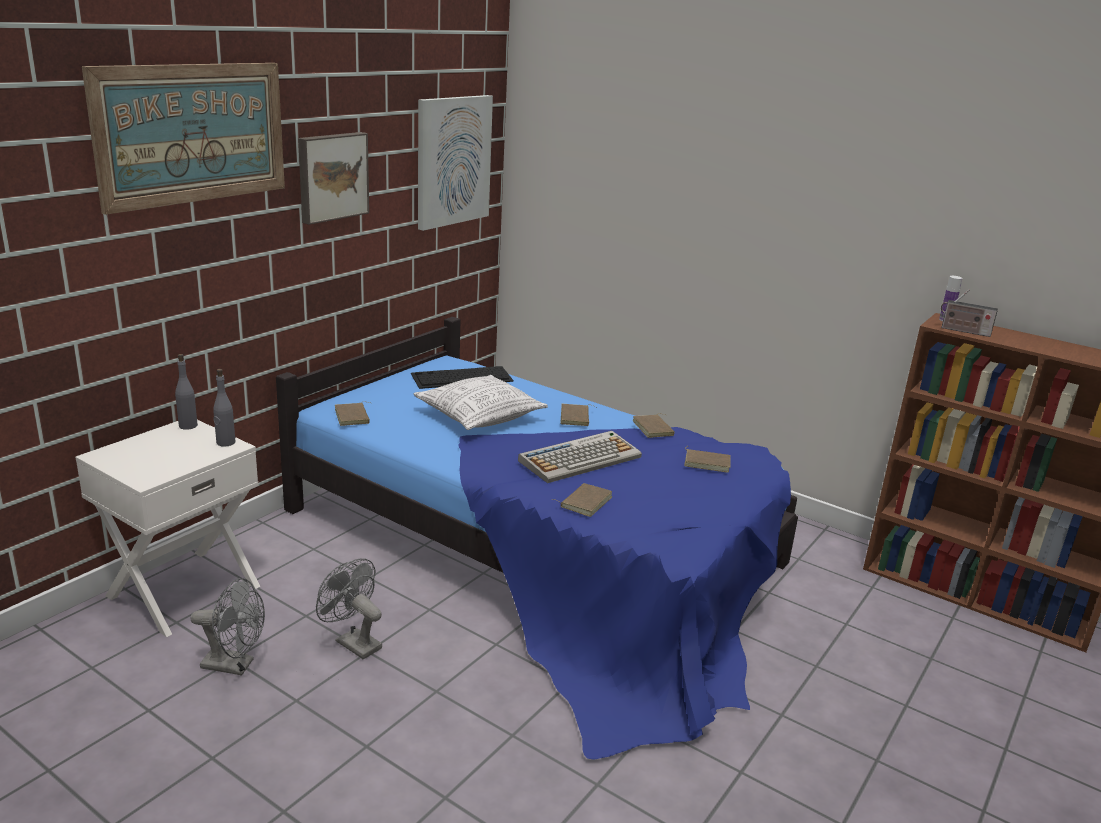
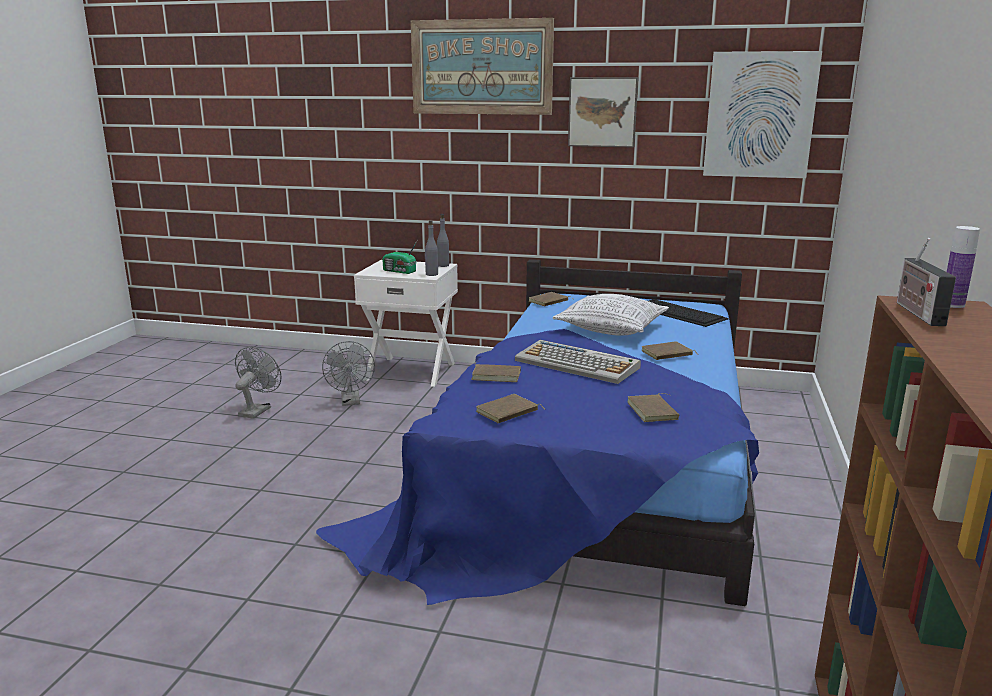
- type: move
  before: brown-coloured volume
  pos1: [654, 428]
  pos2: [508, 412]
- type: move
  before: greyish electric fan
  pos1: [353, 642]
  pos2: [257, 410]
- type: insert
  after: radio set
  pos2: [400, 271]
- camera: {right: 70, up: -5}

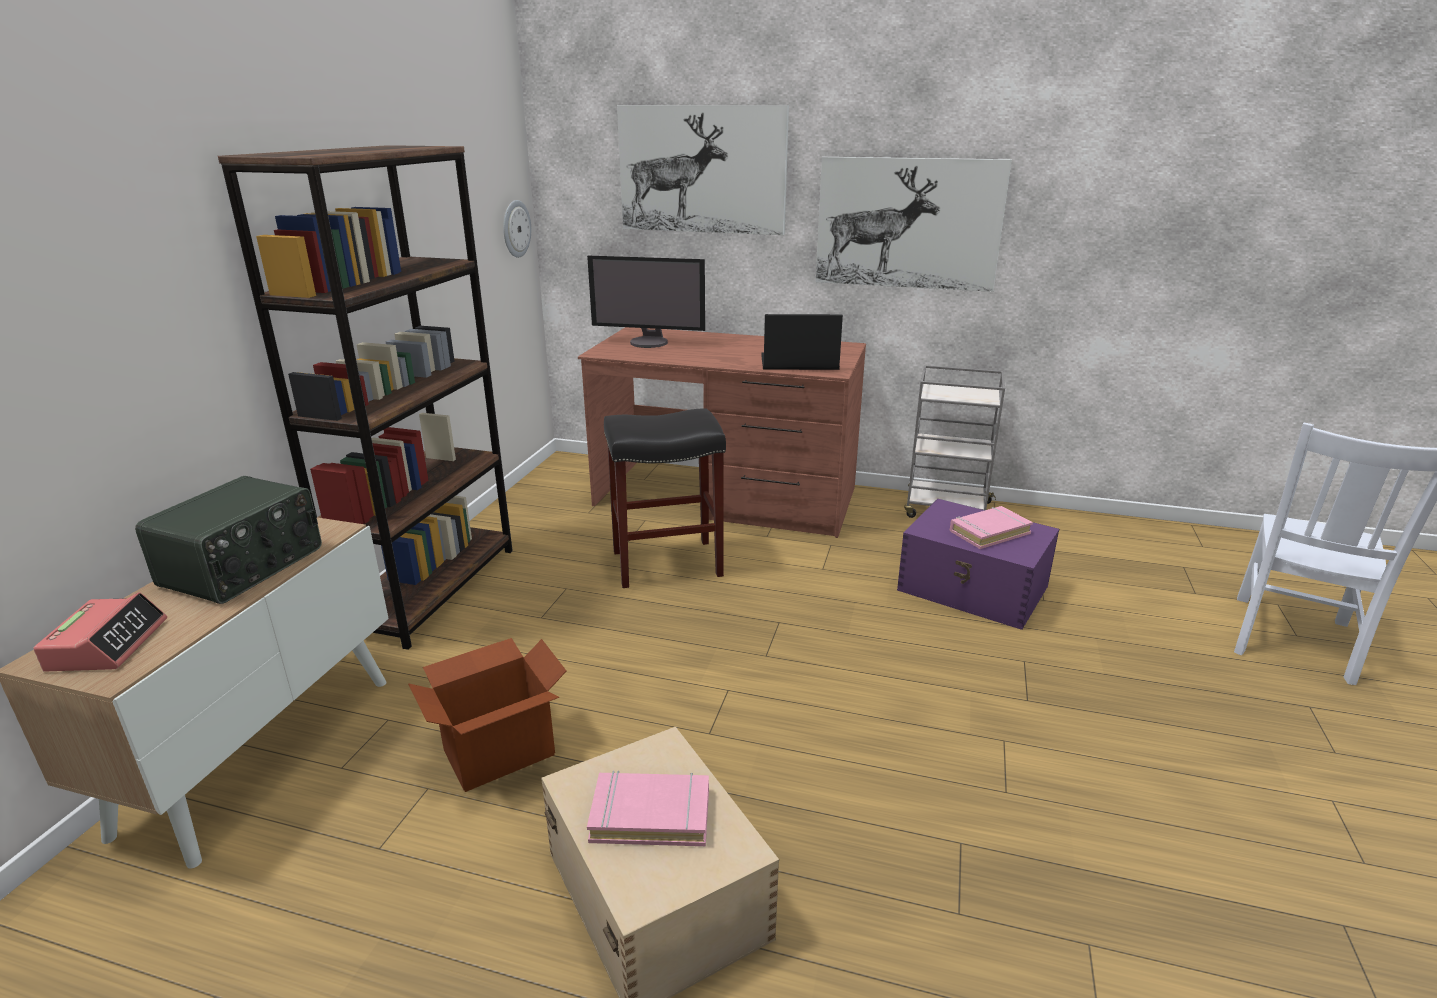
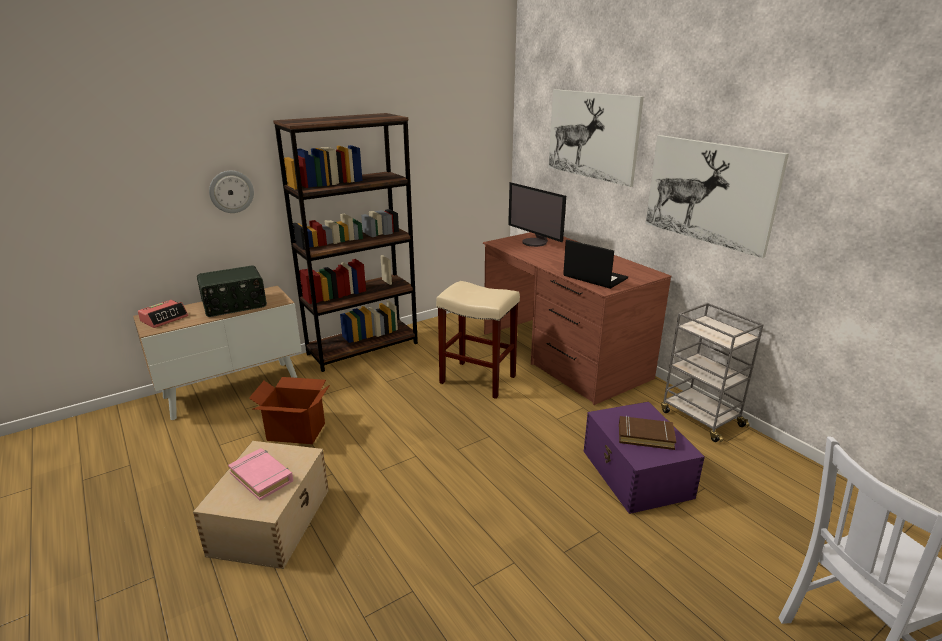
- type: move
  before: hanging clock
  pos1: [515, 229]
  pos2: [231, 191]
- type: recolor
  before: black-coloured sitting stool
  after: sand-coloured sitting stool
  pos1: [665, 564]
  pos2: [476, 379]
- type: recolor
  before: pinkish volume
  after: brown-coloured volume
  pos1: [989, 532]
  pos2: [645, 436]
- camera: {right: 40, up: 0}

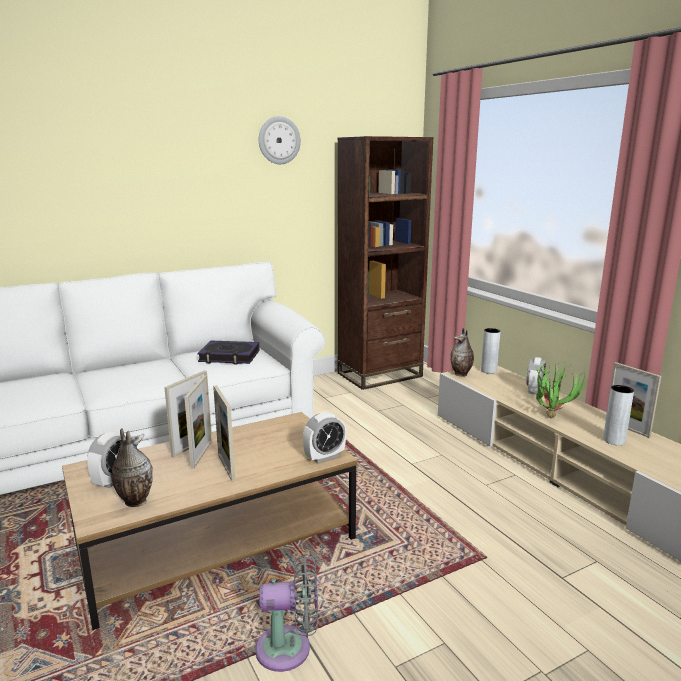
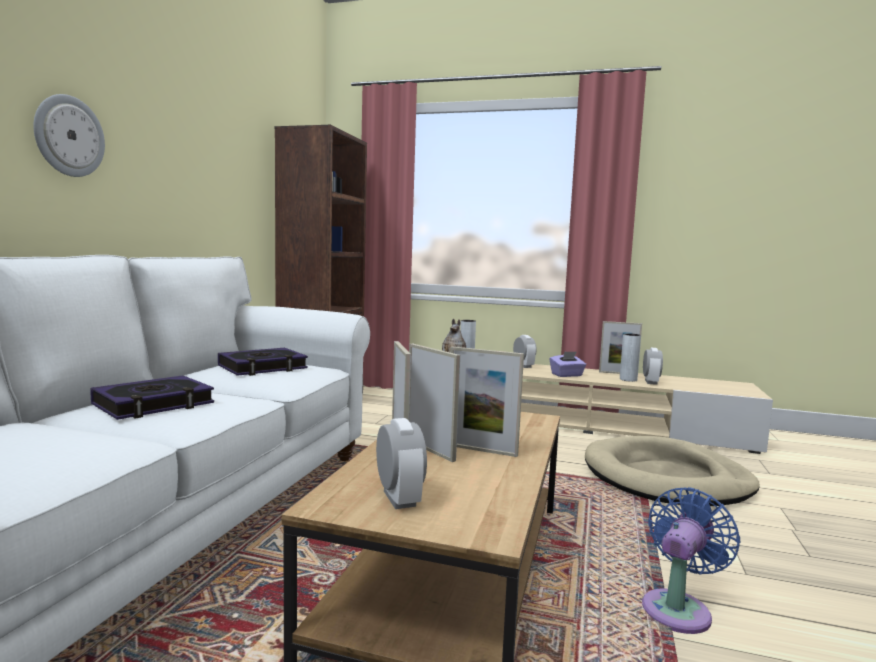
- type: move
  before: hanging clock
  pos1: [279, 140]
  pos2: [69, 136]
- type: replace
  before: houseplant
  after: purple box of tissues
  pos1: [552, 415]
  pos2: [567, 375]
- type: move
  before: bedside clock
  pos1: [324, 457]
  pos2: [650, 382]
- type: delete
  before: flower vase
  pos1: [134, 501]
- type: recolor
  before: greyish electric fan
  after: blue-coloured electric fan
  pos1: [289, 648]
  pos2: [678, 608]
- type: insert
  after: volume
  pos2: [154, 404]
- type: insert
  after: sand-coloured dog cushion
  pos2: [666, 478]
- camera: {right: -45, up: -10}

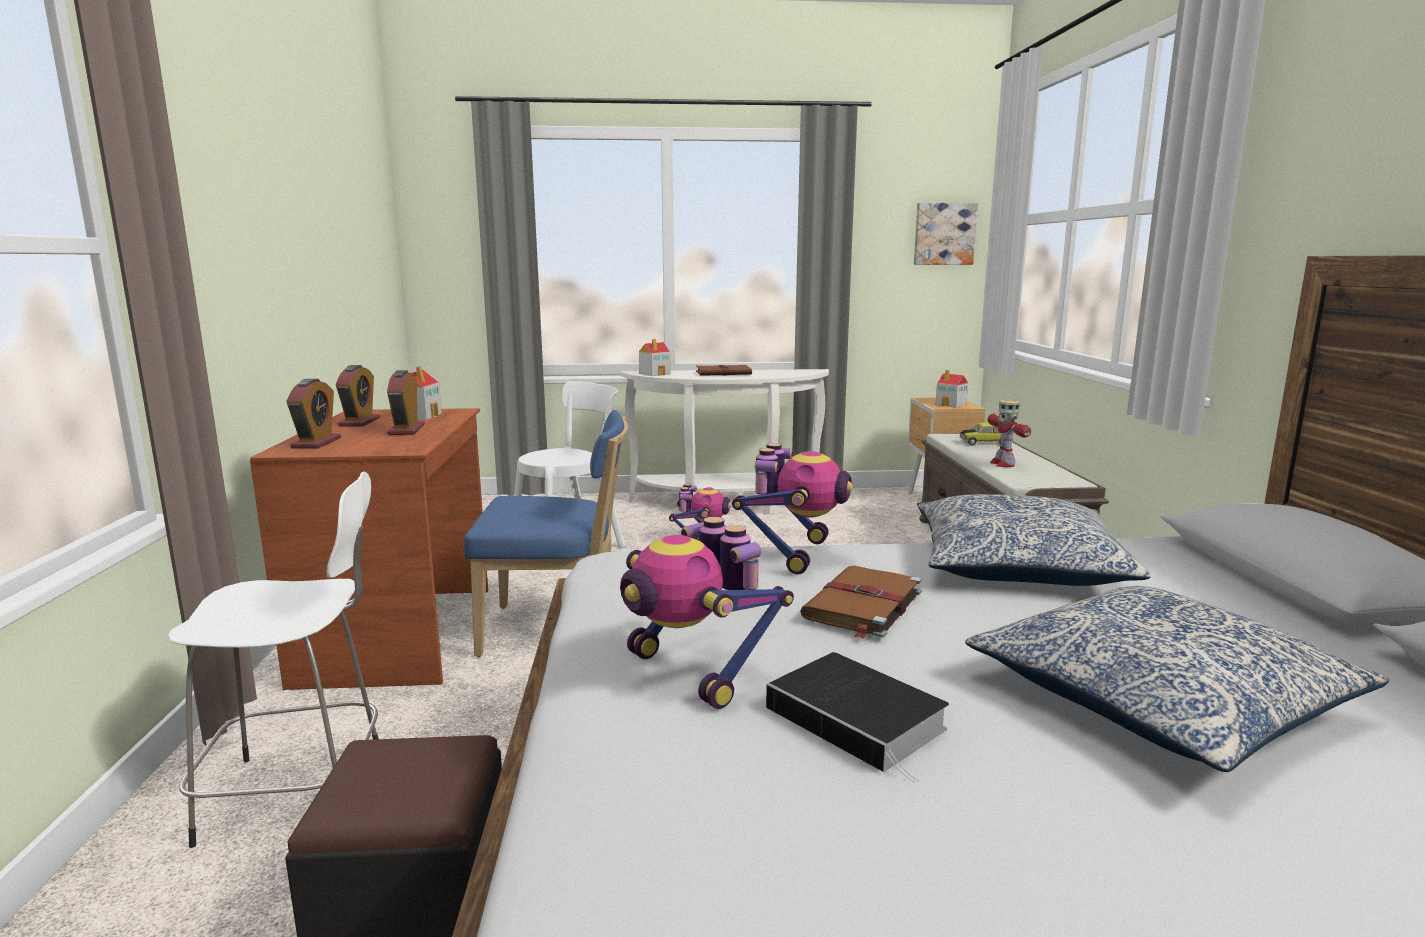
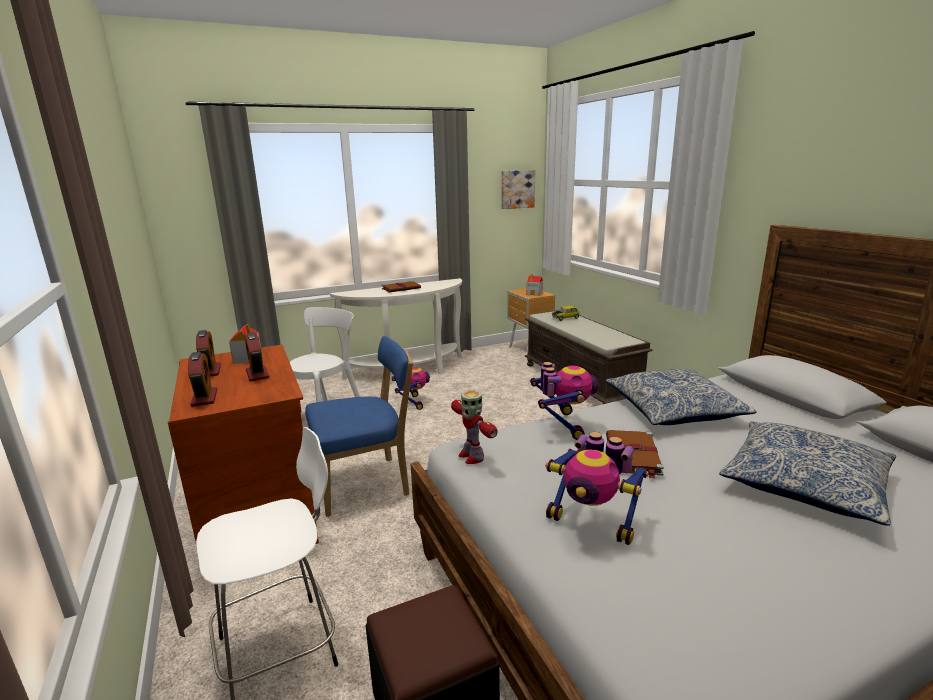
- type: delete
  before: model house
  pos1: [655, 374]
- type: move
  before: toy robot
  pos1: [1002, 464]
  pos2: [471, 456]
- type: delete
  before: volume
  pos1: [860, 720]
- camera: {right: -20, up: 5}

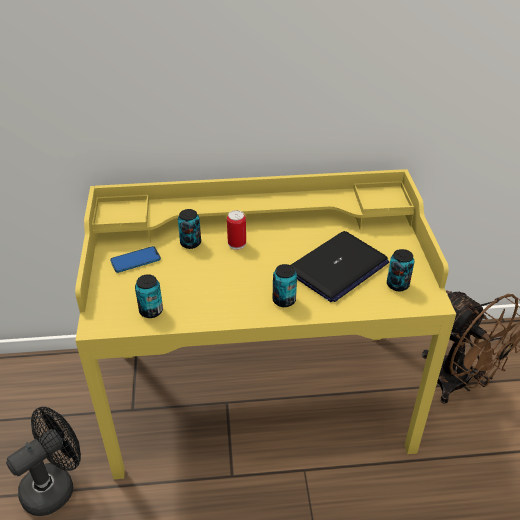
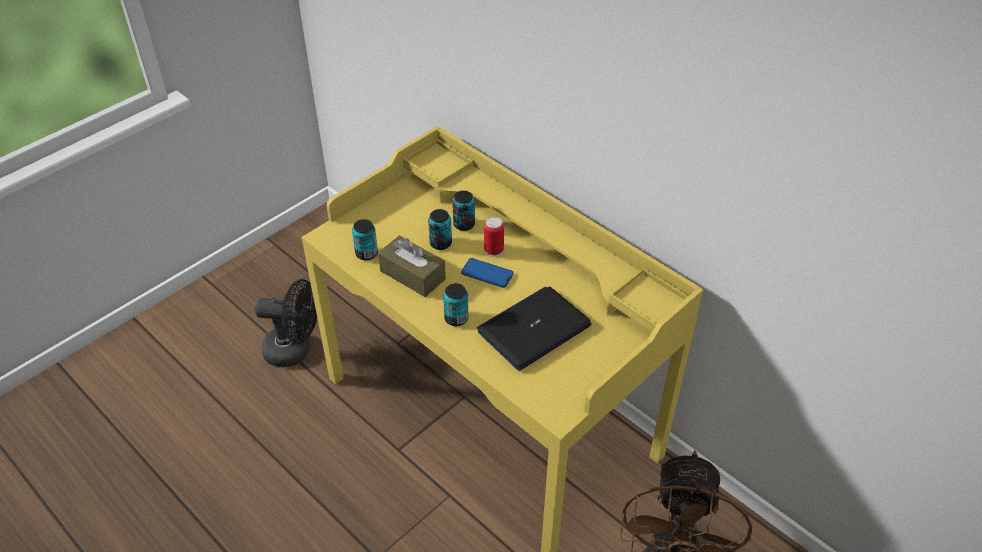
- type: rotate
  before: notebook computer
  pos1: [338, 268]
  pos2: [534, 328]
  turn: 135
- type: move
  before: handset
  pos1: [135, 260]
  pos2: [487, 274]
- type: move
  before: sealed can
  pos1: [397, 285]
  pos2: [440, 243]
- type: insert
  after: brown-coloured box of tissues
  pos2: [412, 275]
- camera: {right: 50, up: 5}

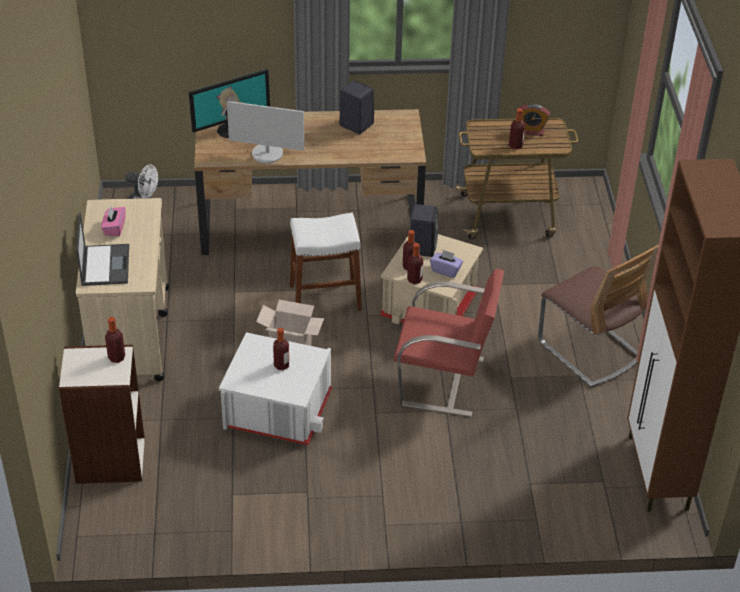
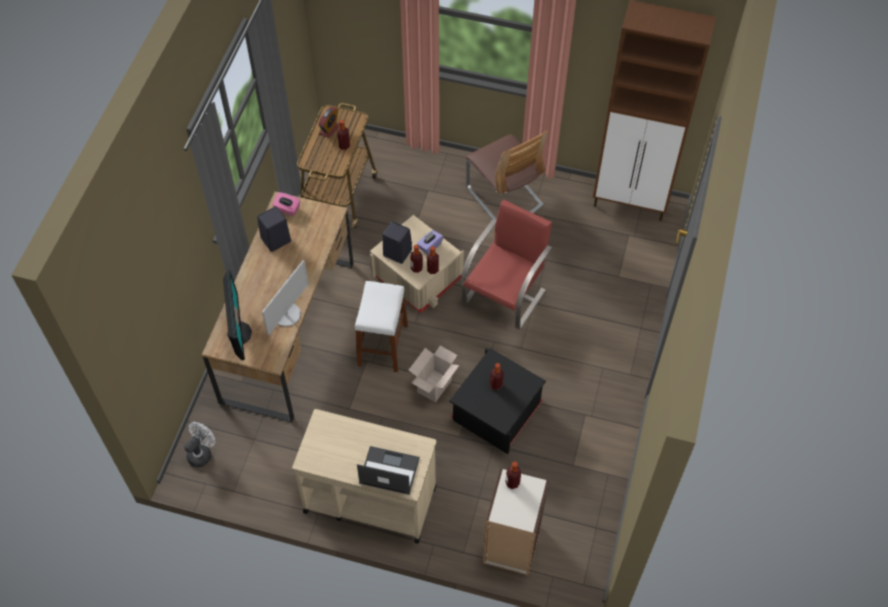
- type: move
  before: pinkish box of tissues
  pos1: [114, 228]
  pos2: [287, 209]
- type: rotate
  before: chair
  pos1: [589, 350]
  pos2: [504, 197]
  turn: 75
- type: recolor
  before: whitish storage box
  after: black-coloured storage box
  pos1: [277, 409]
  pos2: [495, 412]
- camera: {right: -70, up: 15}

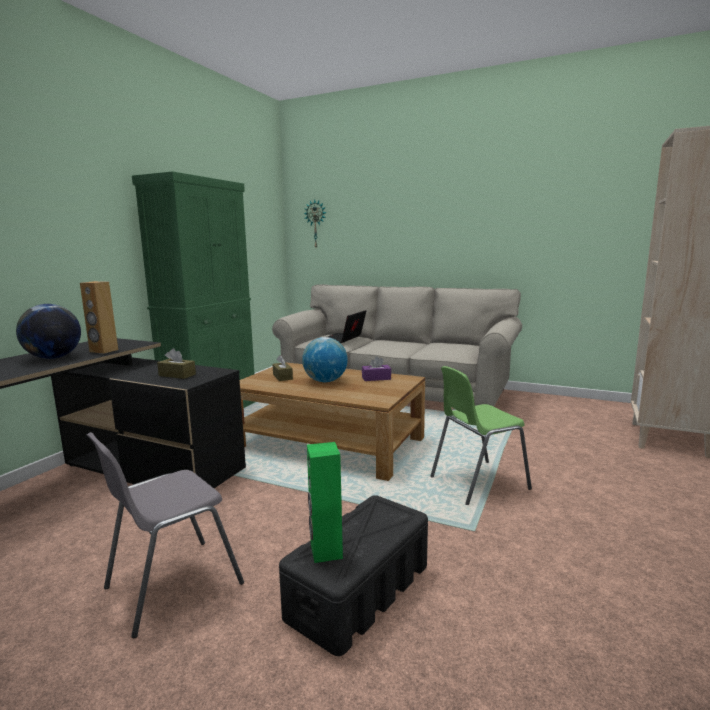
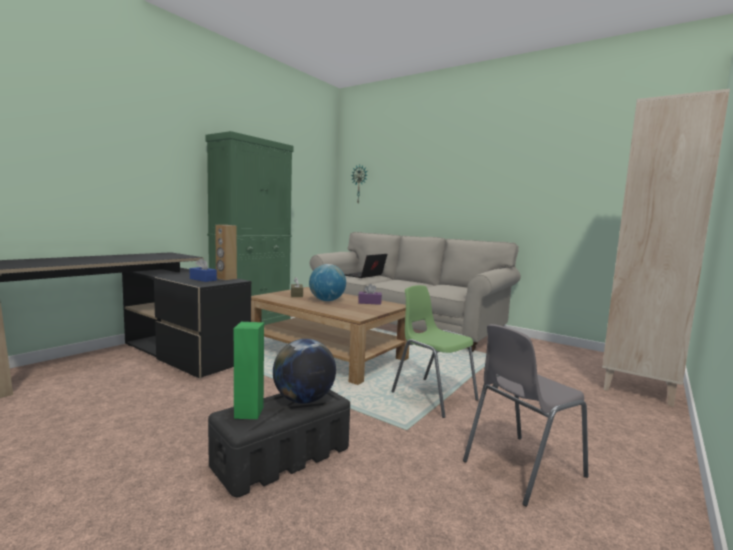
- type: move
  before: brown-coloured speaker
  pos1: [103, 351]
  pos2: [226, 278]
- type: move
  before: globe
  pos1: [53, 358]
  pos2: [304, 400]
- type: recolor
  before: brown-coloured box of tissues
  after: blue-coloured box of tissues
  pos1: [177, 375]
  pos2: [203, 279]
- type: rotate
  before: green-coloured chair
  pos1: [477, 483]
  pos2: [433, 396]
  turn: 60
- type: move
  before: greyish chair
  pos1: [172, 585]
  pos2: [521, 468]
- camera: {right: 10, up: -5}

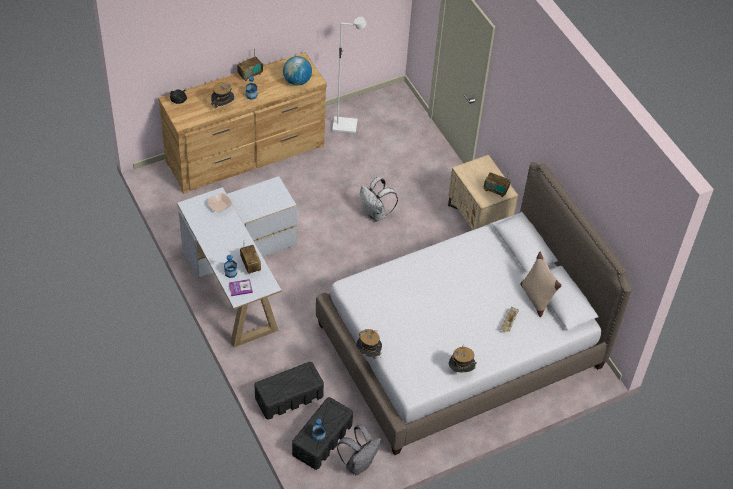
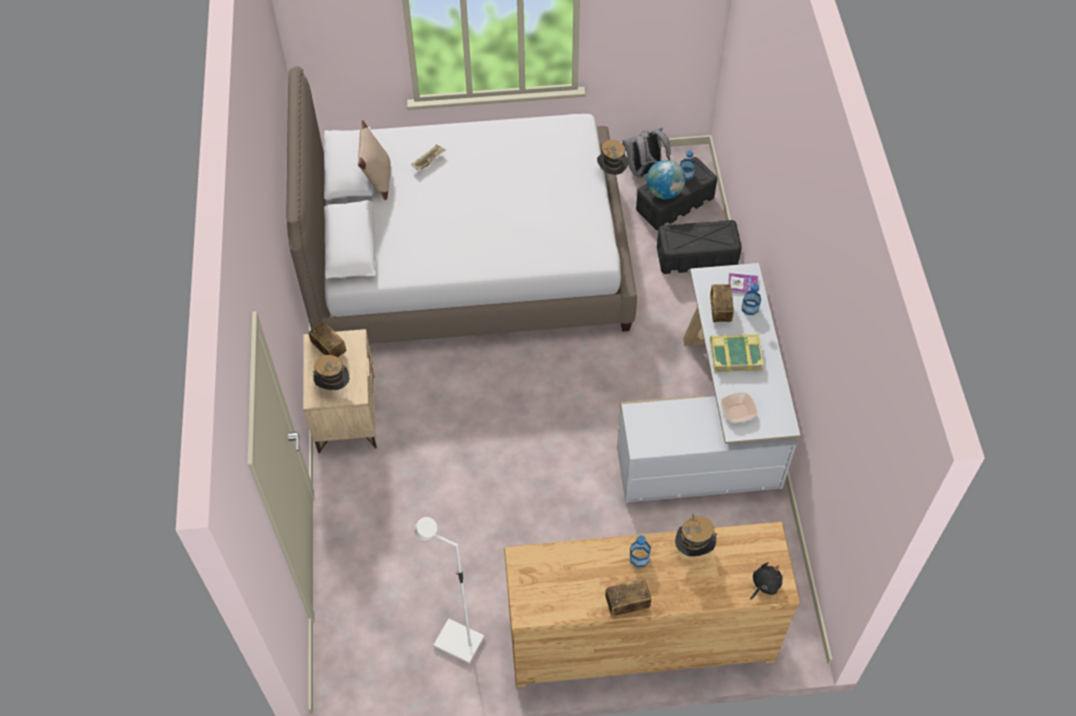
- type: move
  before: globe
  pos1: [297, 81]
  pos2: [664, 192]
- type: delete
  before: whitish backpack
  pos1: [376, 214]
- type: move
  before: wearable hat
  pos1: [460, 370]
  pos2: [333, 386]
- type: insert
  after: volume
  pos2: [735, 355]
- camera: {right: -155, up: 5}

